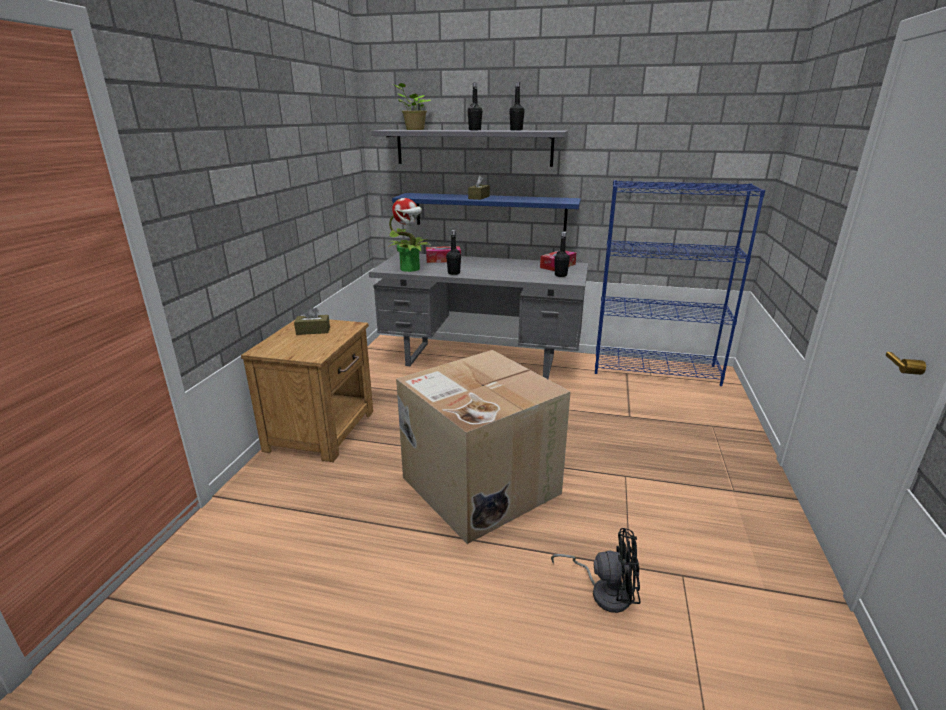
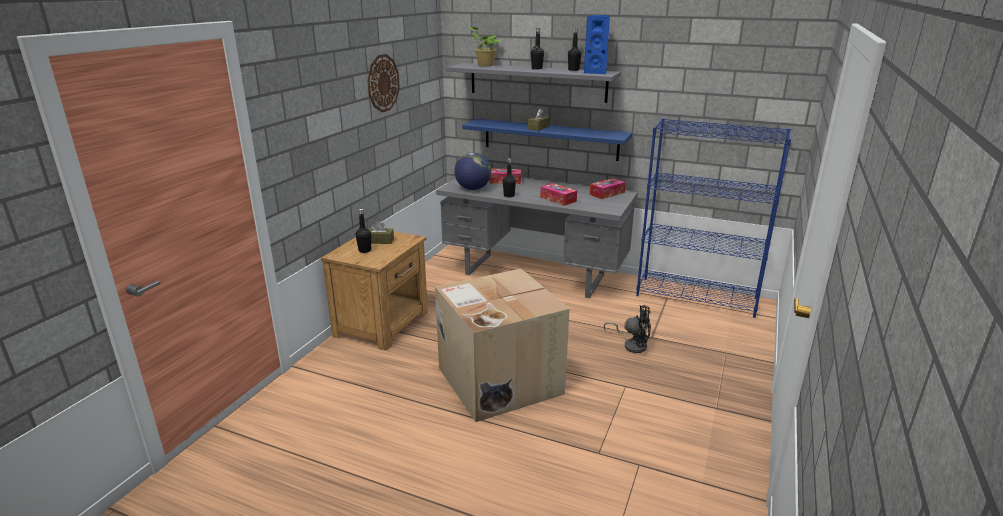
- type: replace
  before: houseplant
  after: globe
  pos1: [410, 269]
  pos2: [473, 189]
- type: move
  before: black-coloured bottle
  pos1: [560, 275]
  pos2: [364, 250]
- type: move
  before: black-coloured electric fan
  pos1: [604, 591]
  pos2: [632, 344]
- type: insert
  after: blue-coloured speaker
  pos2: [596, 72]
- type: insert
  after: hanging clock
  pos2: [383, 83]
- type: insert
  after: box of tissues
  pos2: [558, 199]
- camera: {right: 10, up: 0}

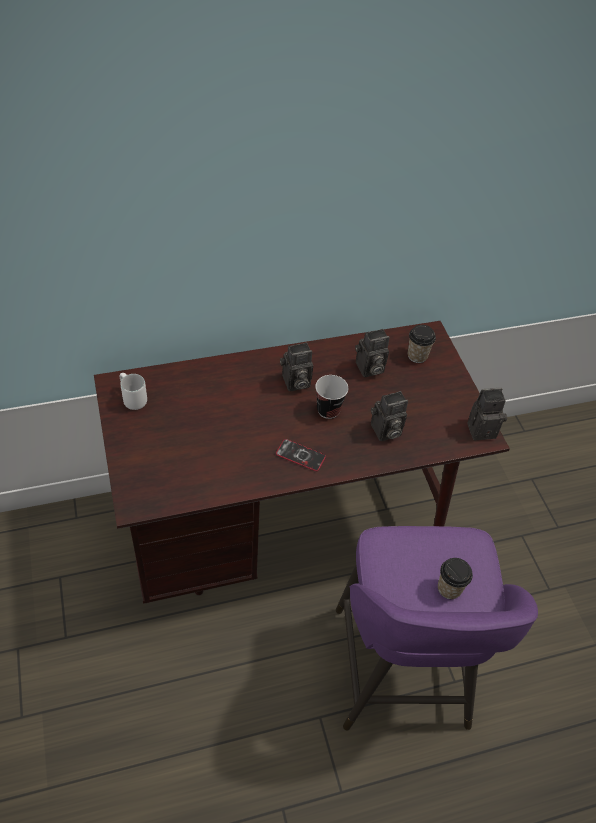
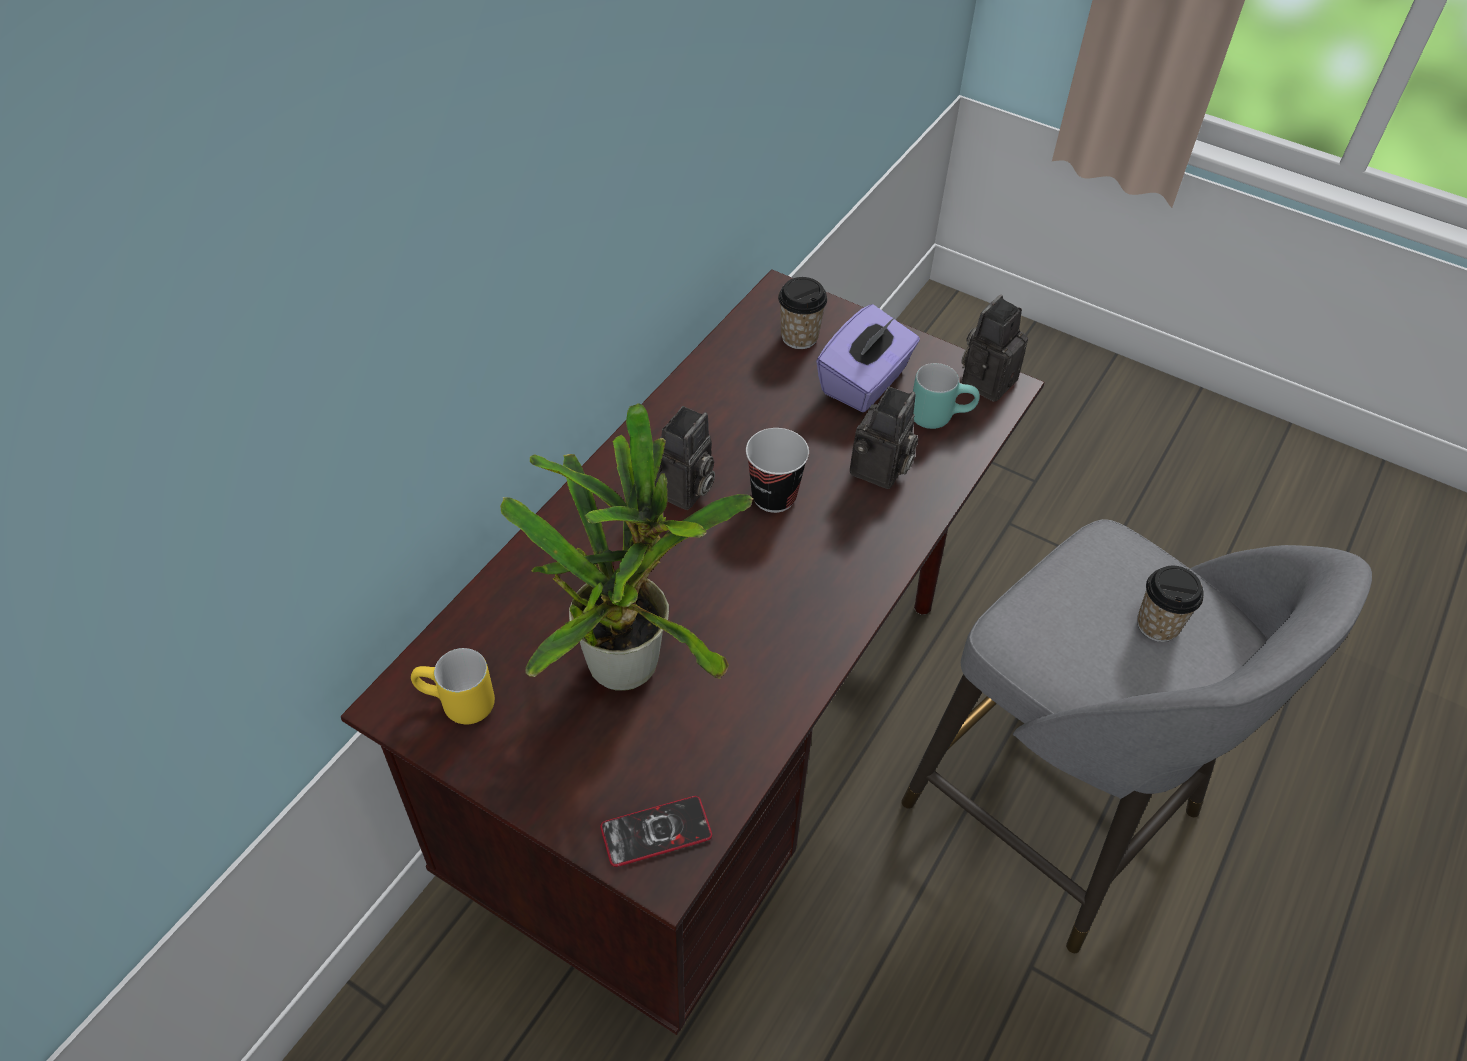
- type: delete
  before: still camera
  pos1: [369, 369]
- type: recolor
  before: whitish tea mug
  after: yellow-coloured tea mug
  pos1: [131, 399]
  pos2: [456, 706]
- type: move
  before: handset
  pos1: [300, 455]
  pos2: [656, 832]
- type: recolor
  before: purple sitting stool
  after: greyish sitting stool
  pos1: [401, 672]
  pos2: [1058, 815]
- type: insert
  after: purple box of tissues
  pos2: [865, 382]
- type: insert
  after: turquoise-coloured tea mug
  pos2: [940, 415]
- type: insert
  after: houseplant
  pos2: [628, 657]
- camera: {right: -40, up: 0}

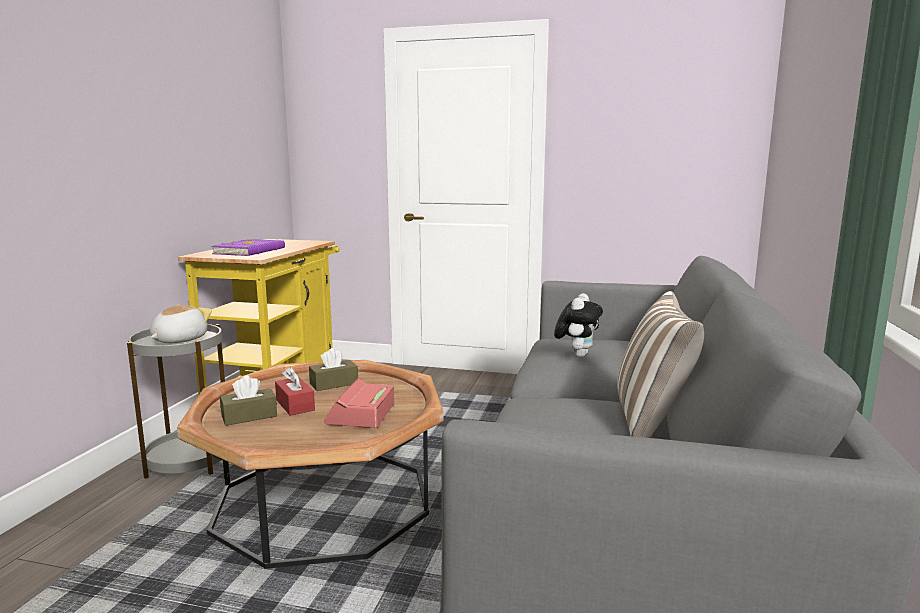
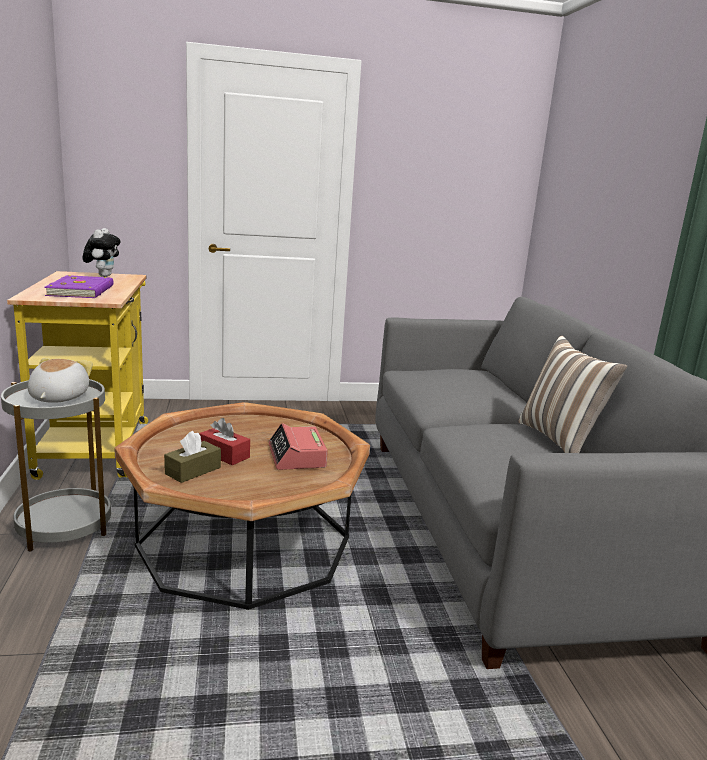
- type: move
  before: soft toy
  pos1: [577, 355]
  pos2: [103, 276]
- type: delete
  before: brown-coloured box of tissues
  pos1: [334, 384]
- camera: {right: -25, up: 5}

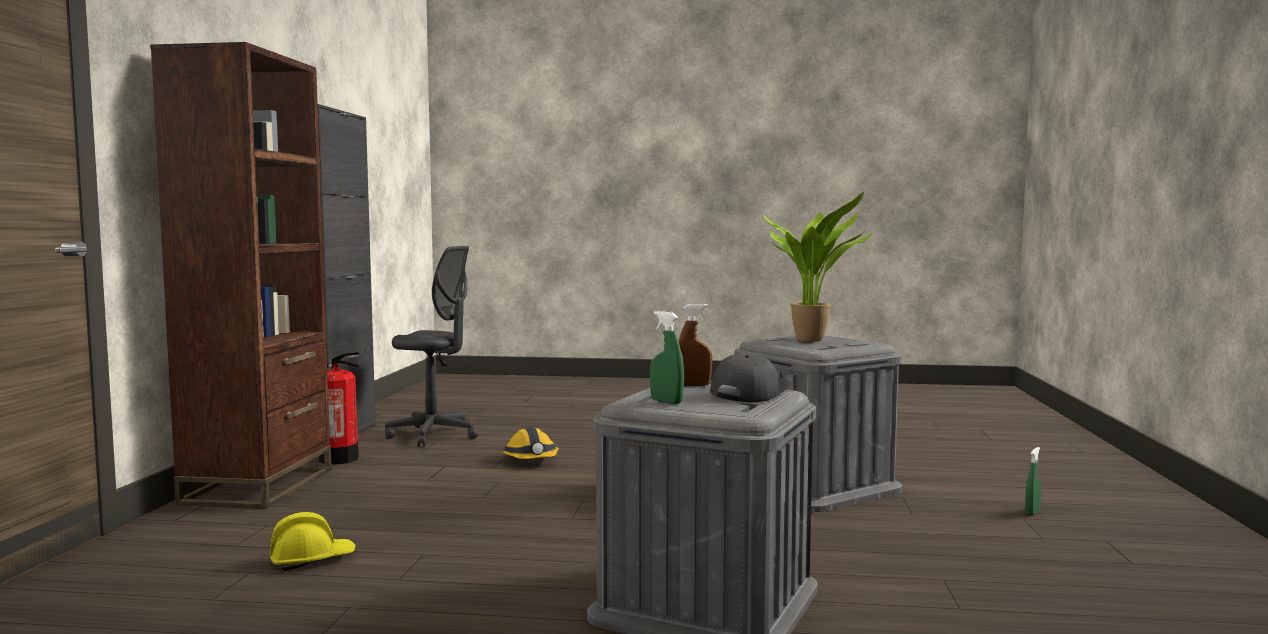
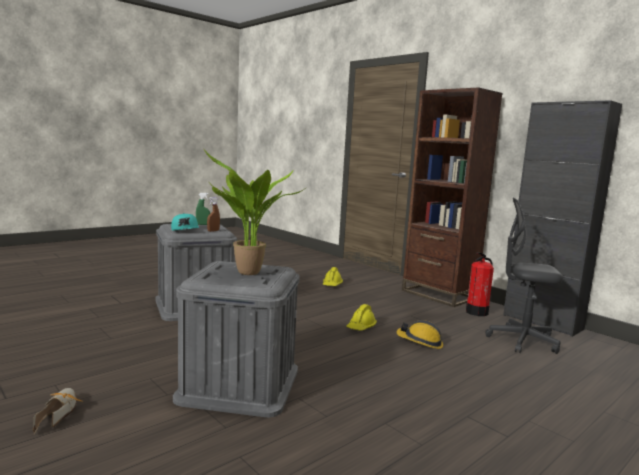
- type: rotate
  before: greyish office chair
  pos1: [434, 435]
  pos2: [522, 341]
  turn: 45
- type: recolor
  before: greyish peaked cap
  after: turquoise-coloured peaked cap
  pos1: [748, 393]
  pos2: [185, 230]
- type: replace
  before: green-coloured sprayer
  after: shoe
  pos1: [1032, 512]
  pos2: [59, 413]
- type: insert
  after: yellow-coloured safety helmet
  pos2: [361, 327]
- camera: {right: 130, up: 5}

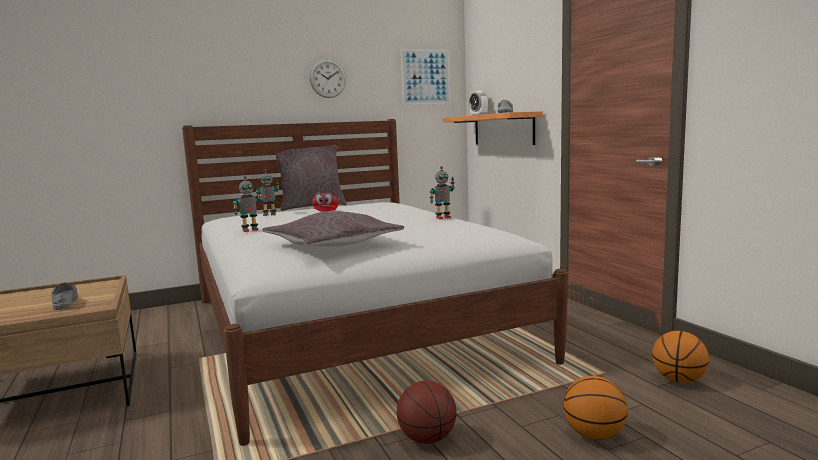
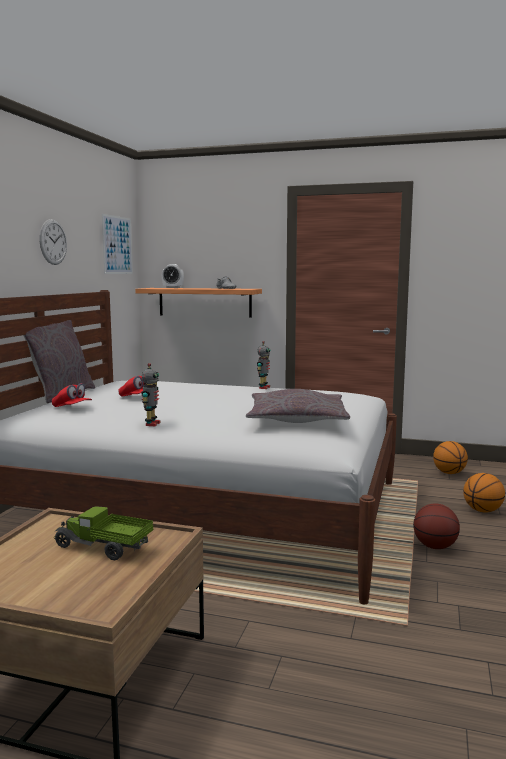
- type: replace
  before: toy robot
  after: red-coloured peaked cap
  pos1: [269, 214]
  pos2: [72, 408]
- type: replace
  before: greyish shoe
  after: toy truck
  pos1: [63, 303]
  pos2: [103, 548]
- camera: {right: -50, up: 0}

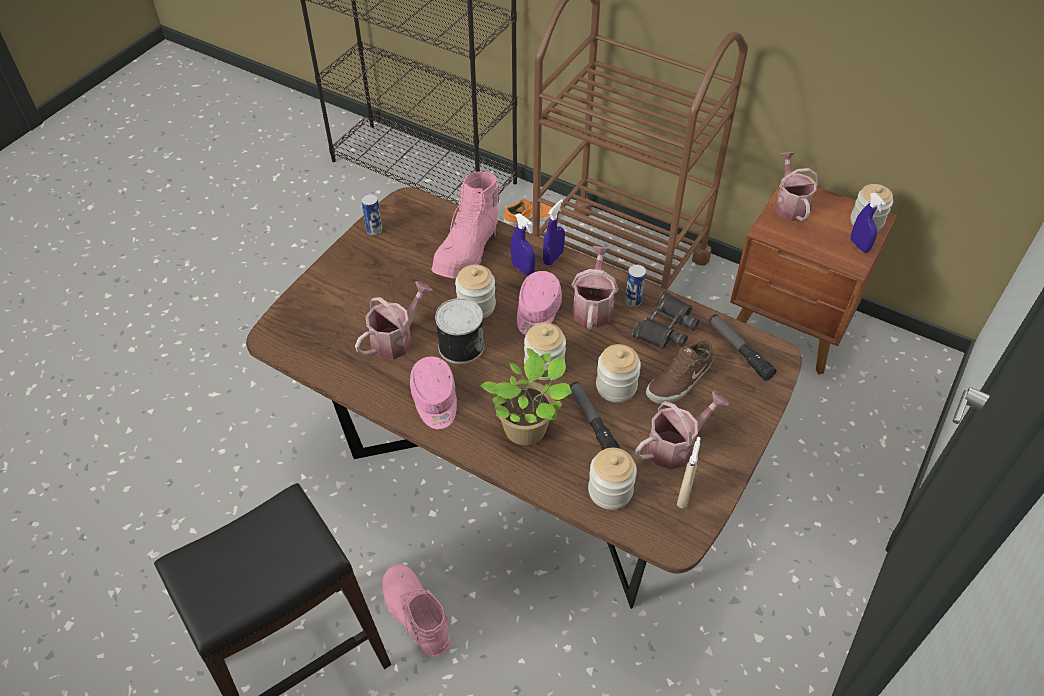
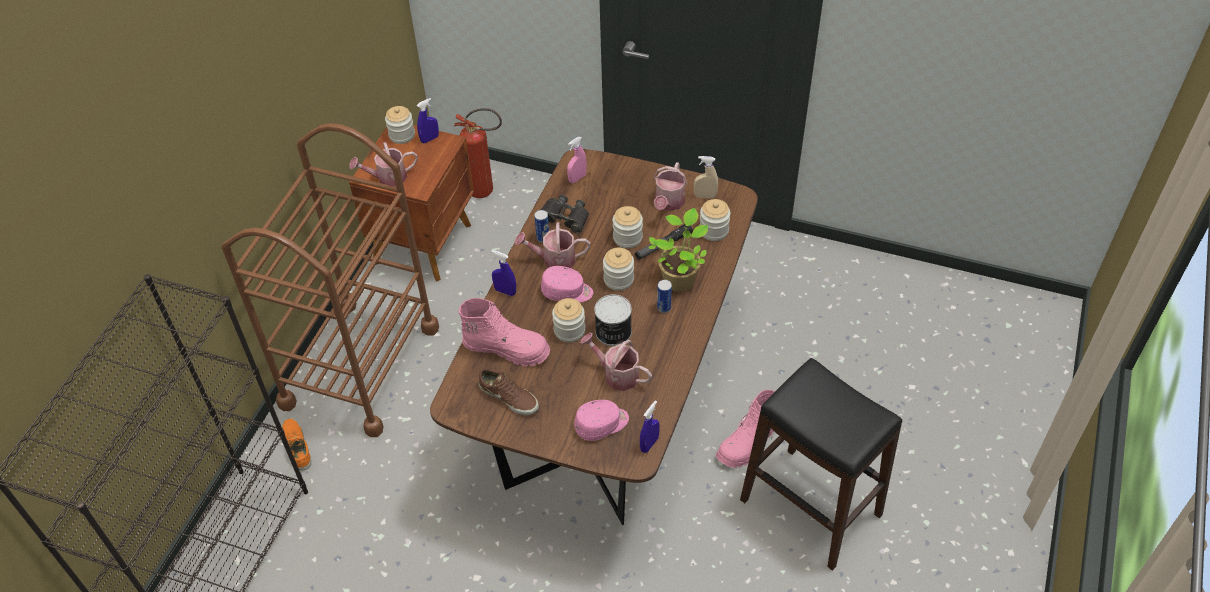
- type: move
  before: sealed can
  pos1: [374, 230]
  pos2: [664, 308]
- type: move
  before: blue-coloured sprayer
  pos1: [523, 269]
  pos2: [649, 444]
- type: replace
  before: hand torch
  after: pinkish sprayer
  pos1: [739, 350]
  pos2: [577, 178]
- type: move
  before: brown-coloured shoe
  pos1: [680, 381]
  pos2: [510, 396]
- type: move
  before: pinkish peaked cap
  pos1: [435, 401]
  pos2: [602, 424]
- type: rotate
  before: watering can
  pos1: [676, 446]
  pos2: [668, 203]
  turn: -120
- type: insert
  after: fire extinguisher
  pos2: [487, 191]
- camera: {right: -100, up: 0}

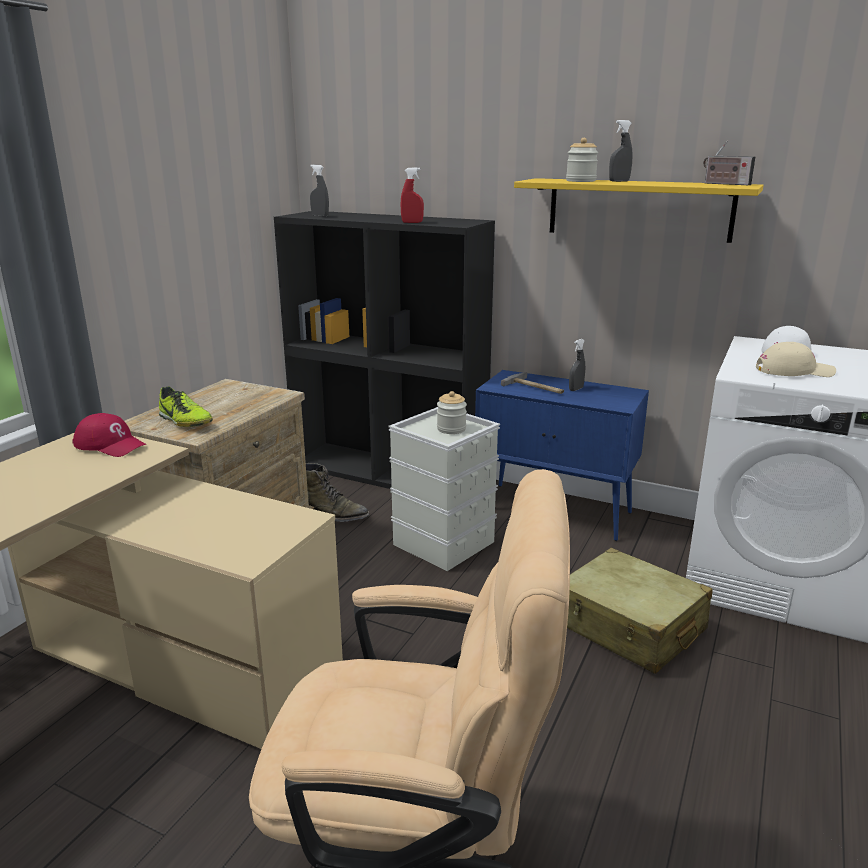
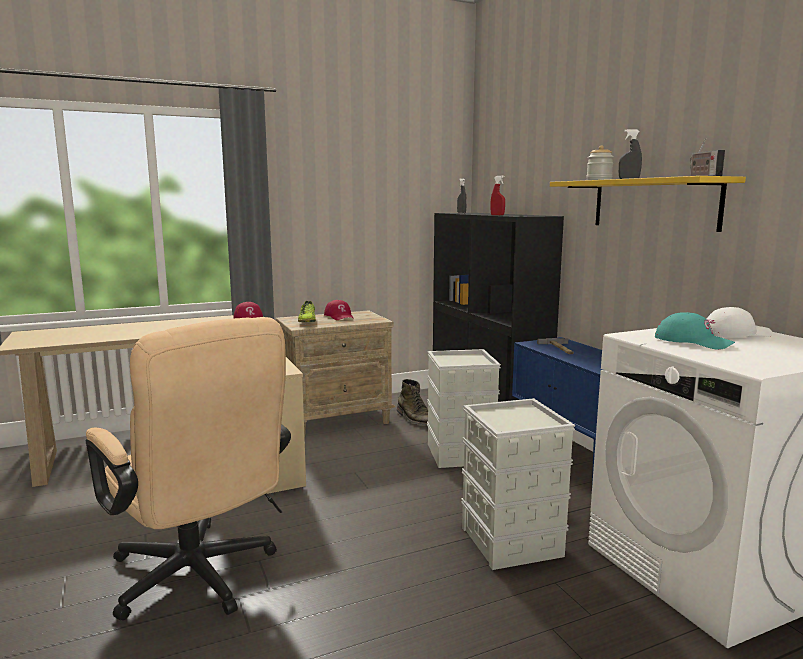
- type: delete
  before: greyish sprayer
  pos1: [576, 389]
- type: recolor
  before: sand-coloured peaked cap
  after: turquoise-coloured peaked cap
  pos1: [794, 371]
  pos2: [693, 342]
- type: delete
  before: preserve jar
  pos1: [451, 429]
- type: replace
  before: sand-coloured suitcase
  after: greyish storage box
  pos1: [629, 627]
  pos2: [512, 542]
- type: insert
  after: red-coloured peaked cap
  pos2: [339, 316]
- camera: {right: 40, up: -10}

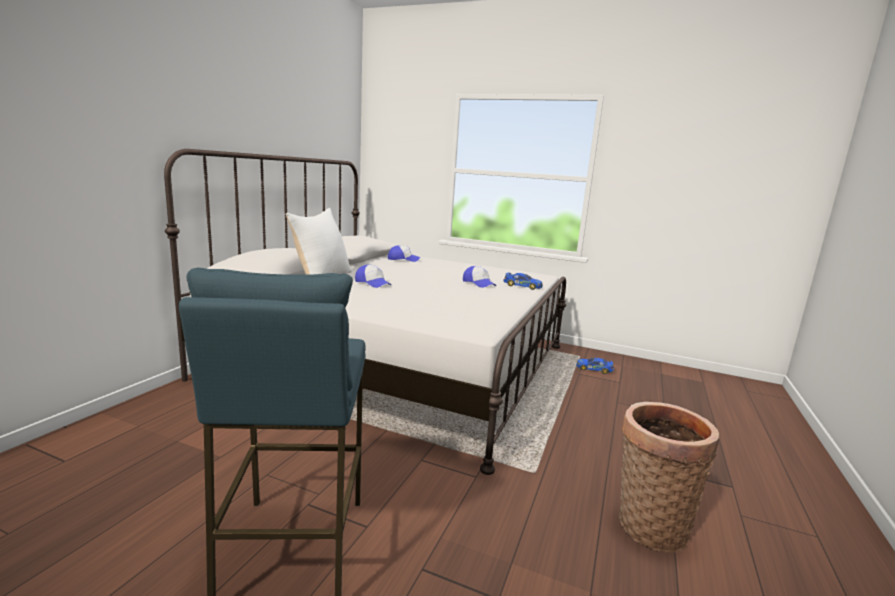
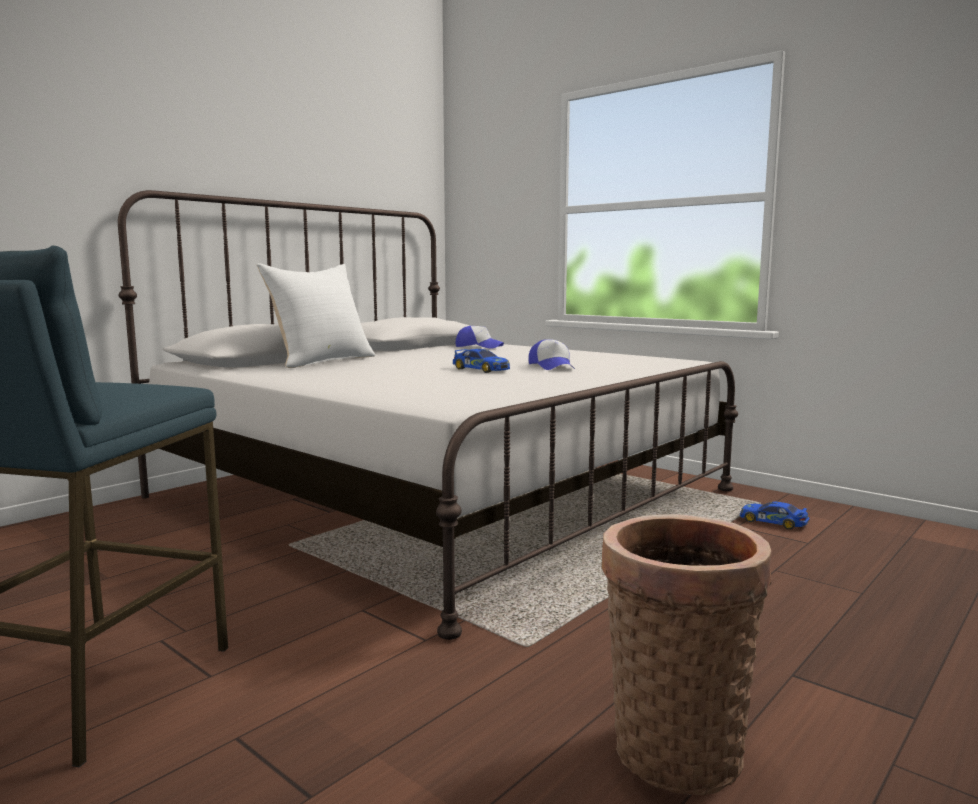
- type: delete
  before: peaked cap
  pos1: [373, 283]
- type: move
  before: miniature car
  pos1: [522, 286]
  pos2: [481, 369]
- camera: {right: 20, up: -5}

